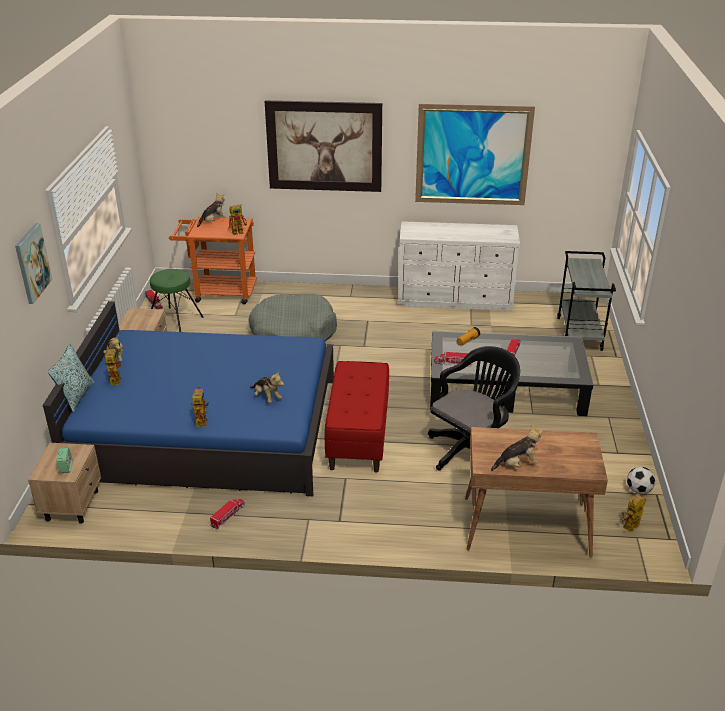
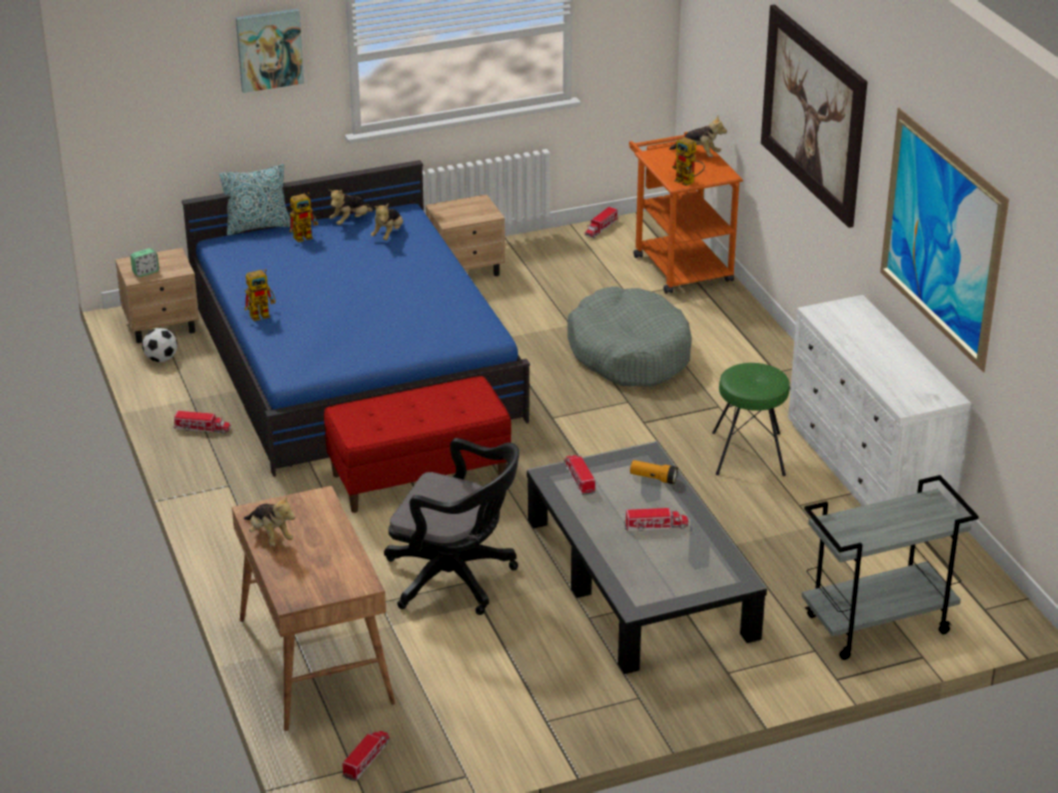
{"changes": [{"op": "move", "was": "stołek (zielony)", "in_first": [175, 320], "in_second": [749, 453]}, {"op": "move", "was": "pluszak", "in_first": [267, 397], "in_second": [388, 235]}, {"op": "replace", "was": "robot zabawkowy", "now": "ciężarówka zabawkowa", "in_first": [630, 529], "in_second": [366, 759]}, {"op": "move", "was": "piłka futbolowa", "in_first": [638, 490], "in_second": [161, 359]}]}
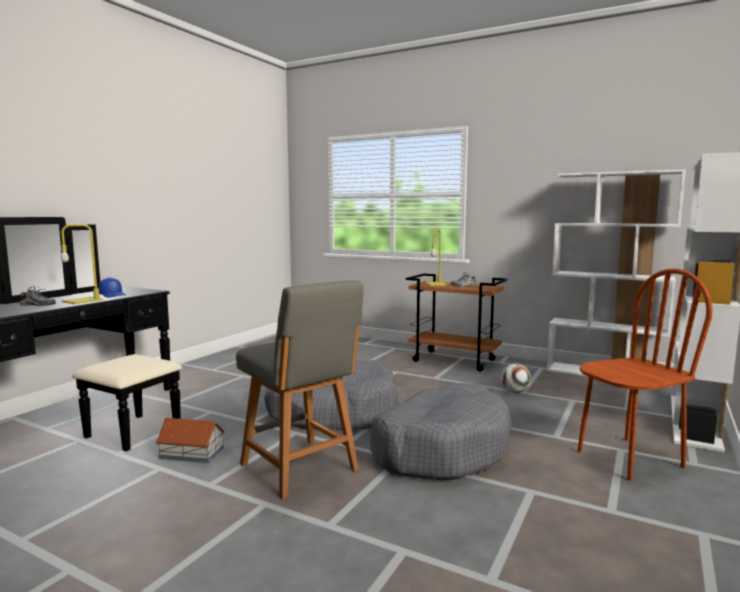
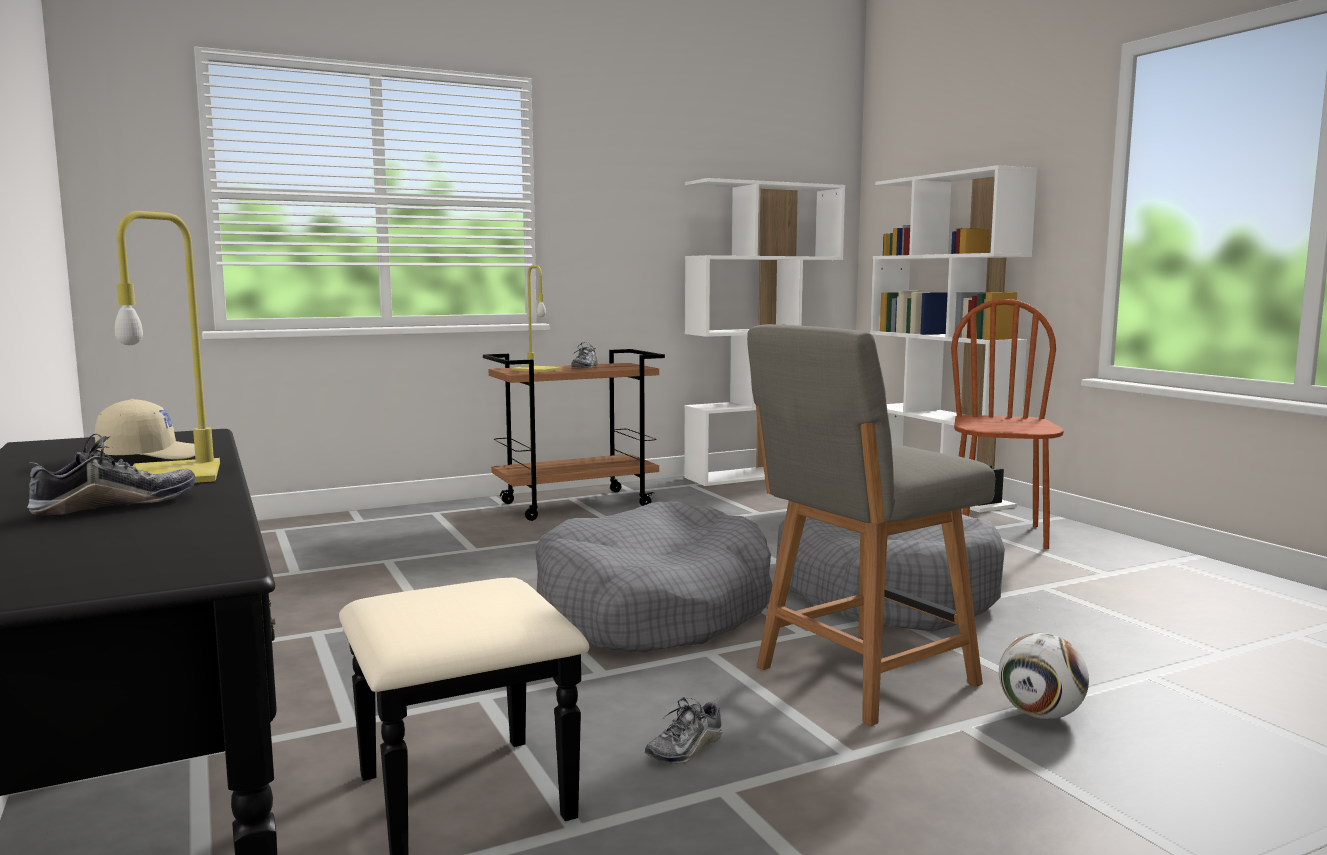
{"changes": [{"op": "recolor", "was": "czapka z daszkiem (niebieski)", "now": "czapka z daszkiem (beżowy)", "in_first": [113, 295], "in_second": [155, 455]}, {"op": "replace", "was": "domek", "now": "but", "in_first": [192, 453], "in_second": [686, 748]}, {"op": "rotate", "was": "krzesło (szary)", "in_first": [301, 469], "in_second": [860, 677], "clockwise": 150}, {"op": "move", "was": "piłka futbolowa", "in_first": [515, 392], "in_second": [1040, 715]}]}
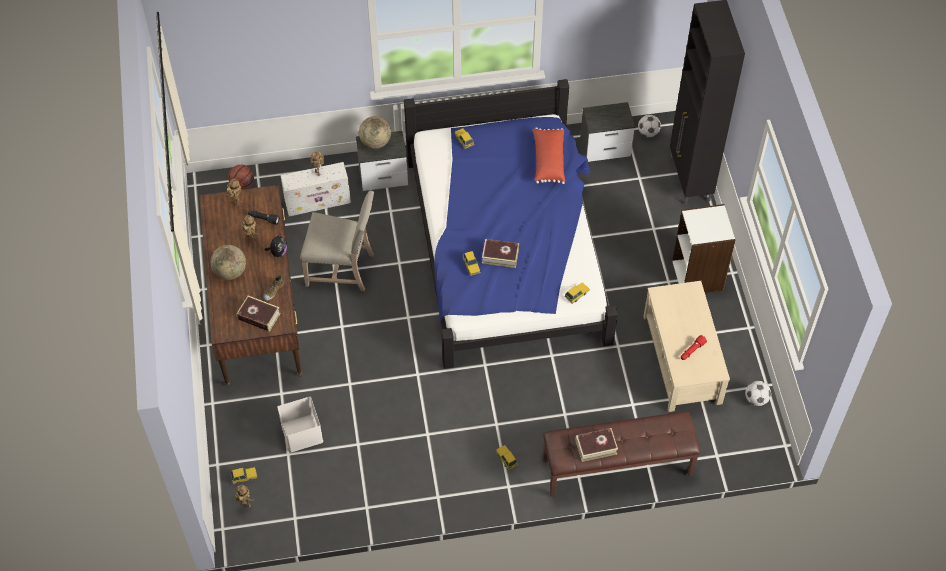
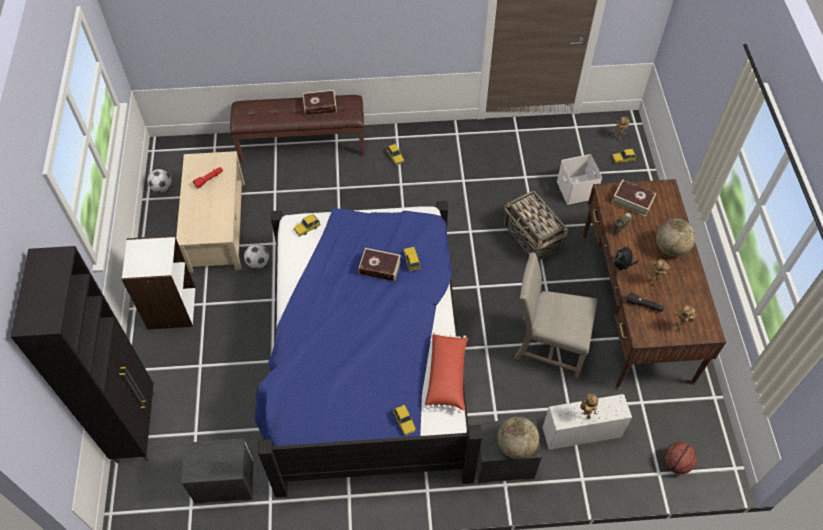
{"changes": [{"op": "move", "was": "poduszka (czerwony)", "in_first": [548, 160], "in_second": [447, 376]}, {"op": "move", "was": "piłka futbolowa", "in_first": [648, 133], "in_second": [258, 263]}, {"op": "insert", "now": "koszyk", "in_second": [532, 238]}]}
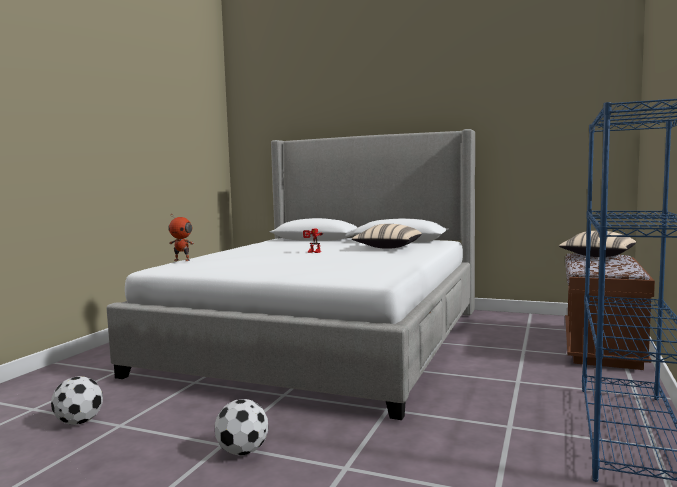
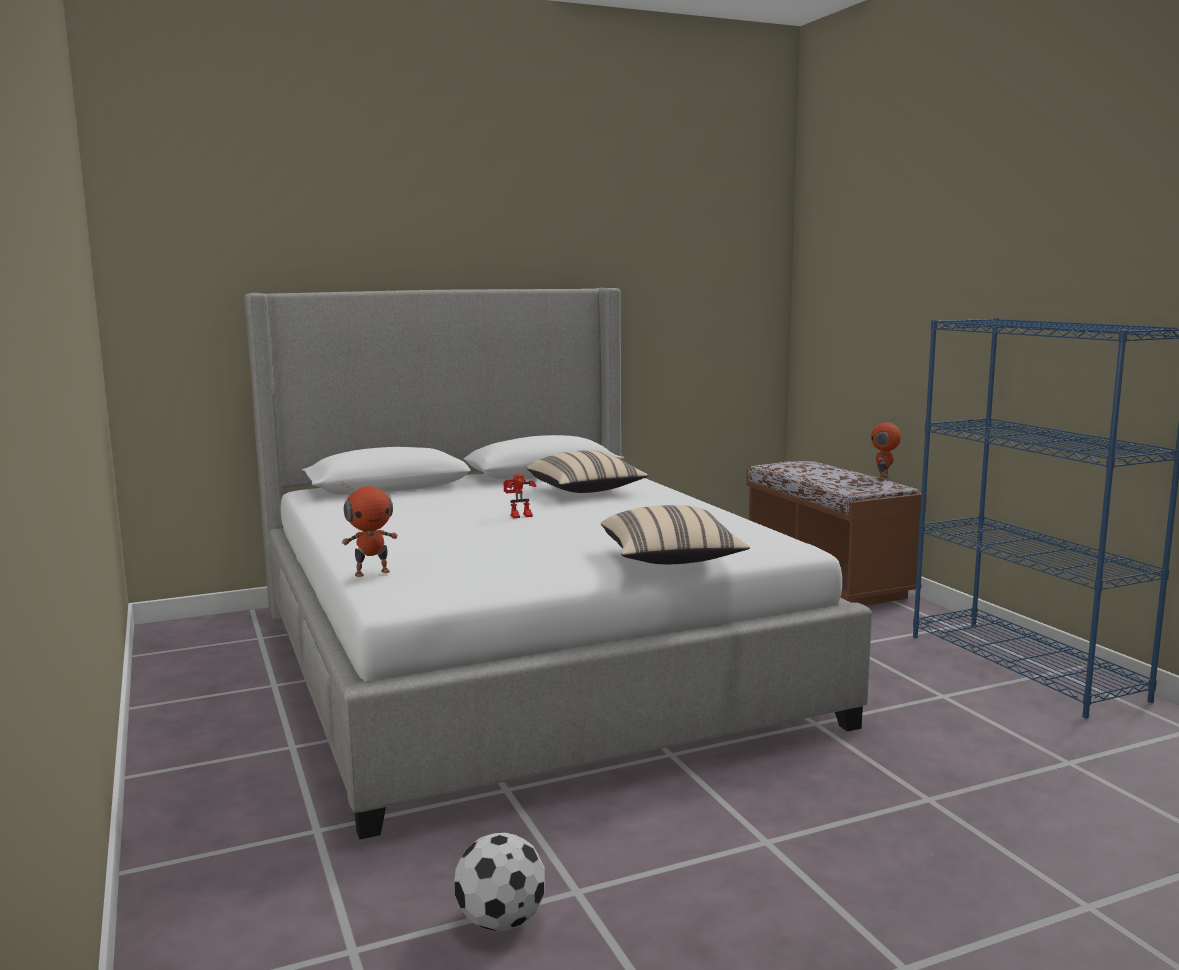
{"changes": [{"op": "delete", "was": "piłka futbolowa", "in_first": [242, 451]}, {"op": "move", "was": "poduszka (beżowy)", "in_first": [597, 256], "in_second": [670, 560]}, {"op": "insert", "now": "robot zabawkowy", "in_second": [884, 478]}]}
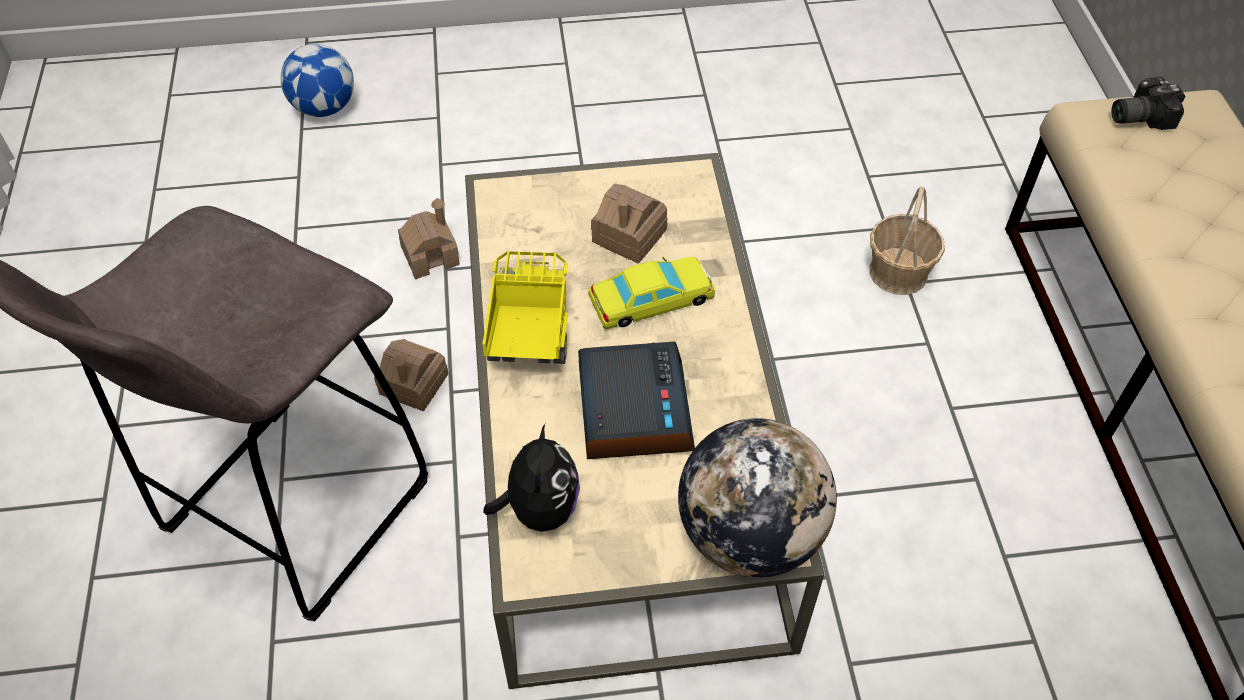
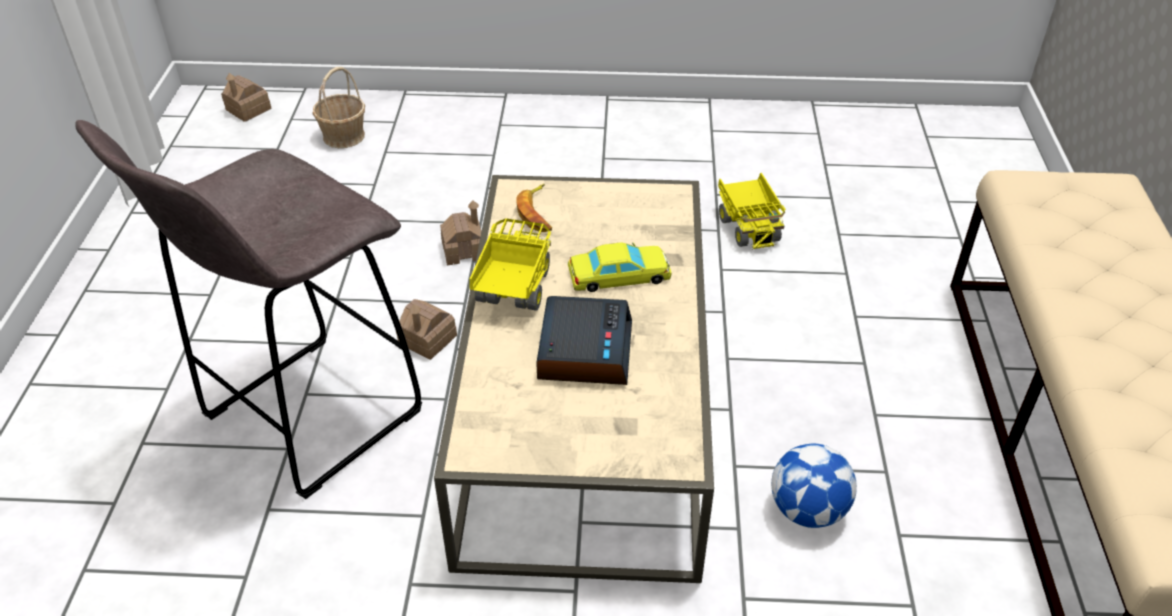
{"changes": [{"op": "move", "was": "piłka futbolowa", "in_first": [324, 108], "in_second": [807, 510]}, {"op": "delete", "was": "pluszak", "in_first": [540, 508]}, {"op": "move", "was": "domek", "in_first": [629, 236], "in_second": [248, 109]}, {"op": "delete", "was": "globus", "in_first": [749, 534]}, {"op": "move", "was": "koszyk", "in_first": [898, 272], "in_second": [343, 136]}, {"op": "delete", "was": "aparat fotograficzny", "in_first": [1137, 115]}, {"op": "insert", "now": "banan", "in_second": [537, 213]}, {"op": "insert", "now": "ciężarówka zabawkowa", "in_second": [749, 226]}]}
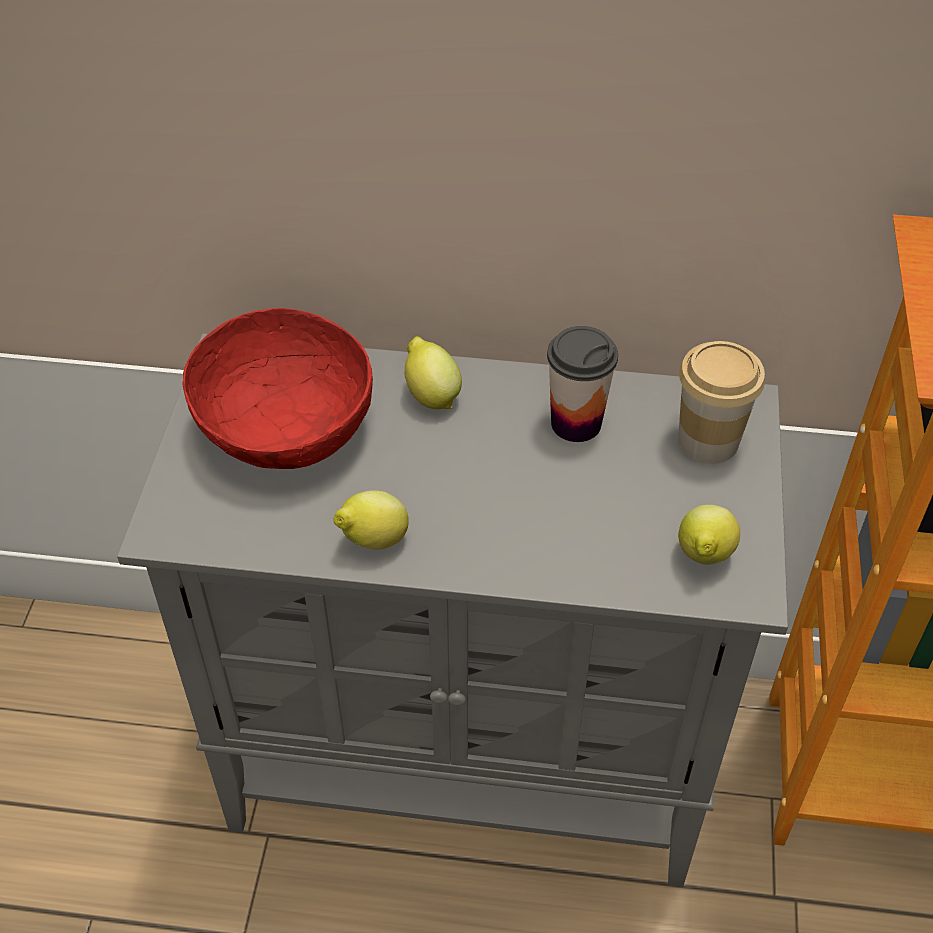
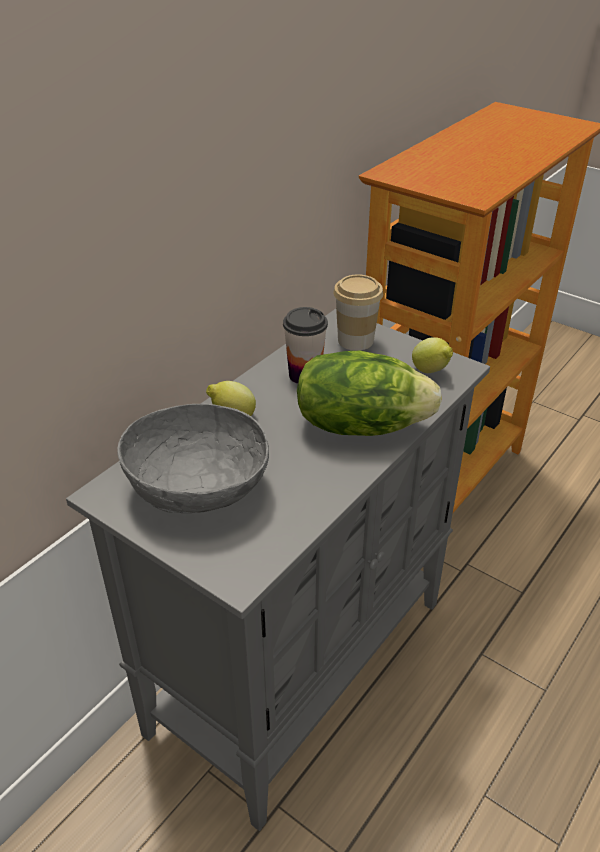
{"changes": [{"op": "recolor", "was": "miska (czerwony)", "now": "miska (szary)", "in_first": [285, 427], "in_second": [199, 487]}, {"op": "delete", "was": "cytryna", "in_first": [372, 541]}, {"op": "insert", "now": "sałata", "in_second": [360, 424]}]}
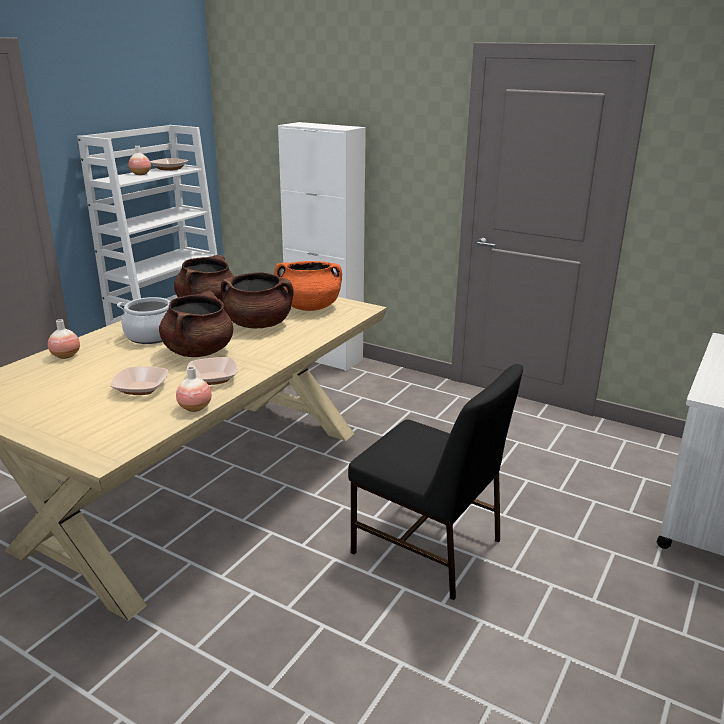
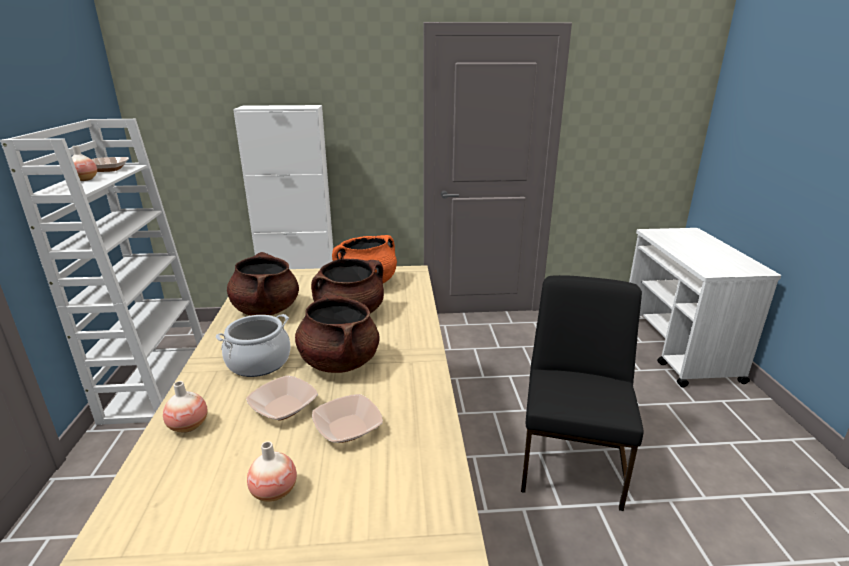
{"changes": [{"op": "move", "was": "wazon", "in_first": [195, 408], "in_second": [274, 492]}, {"op": "move", "was": "miska", "in_first": [213, 378], "in_second": [283, 407]}, {"op": "rotate", "was": "krzesło (czarny)", "in_first": [428, 548], "in_second": [571, 460], "clockwise": -75}]}
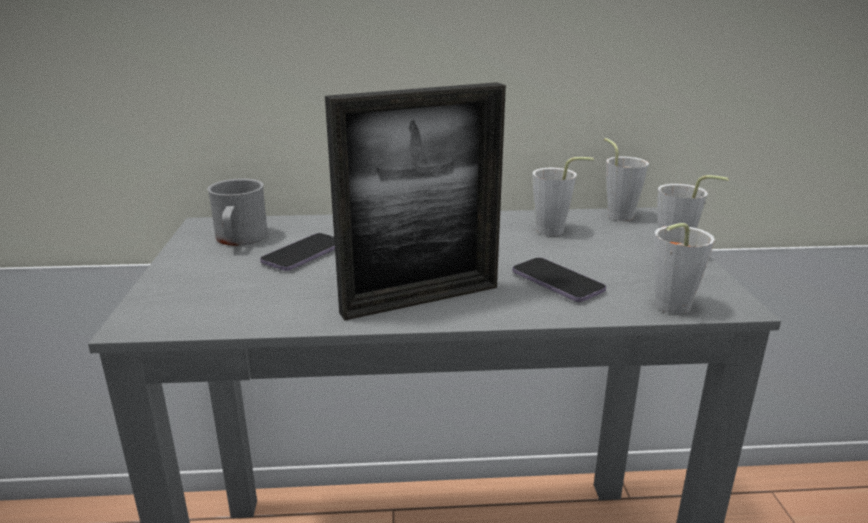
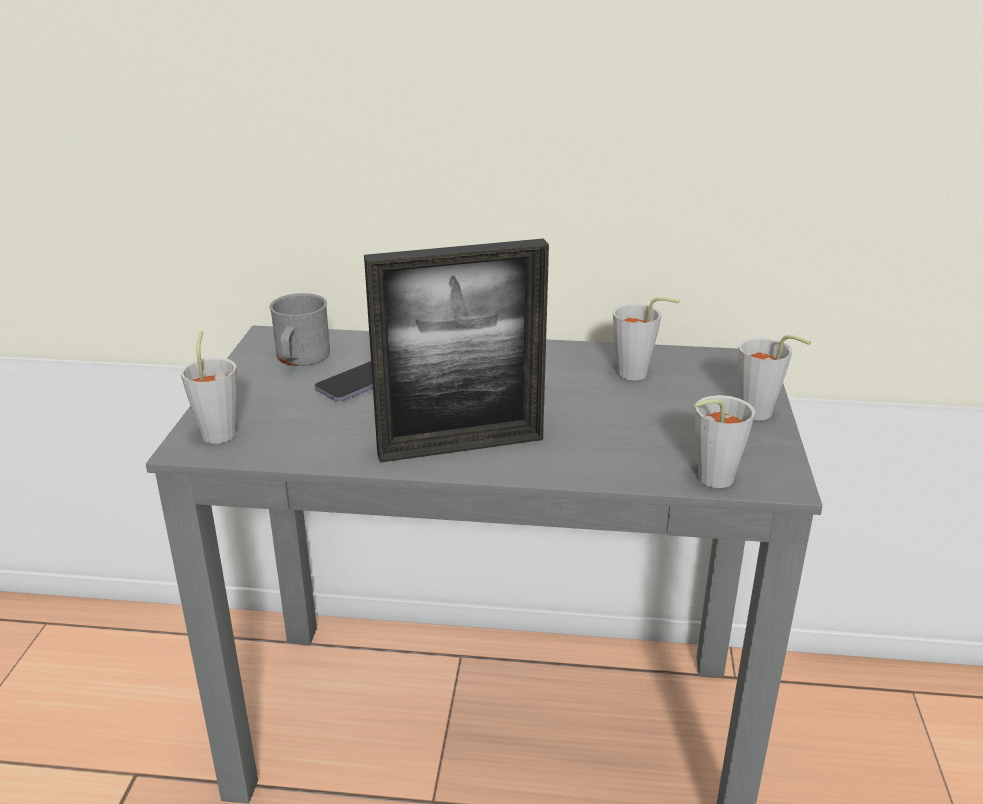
{"changes": [{"op": "delete", "was": "telefon", "in_first": [557, 282]}, {"op": "move", "was": "filiżanka (szary)", "in_first": [617, 214], "in_second": [220, 430]}]}
